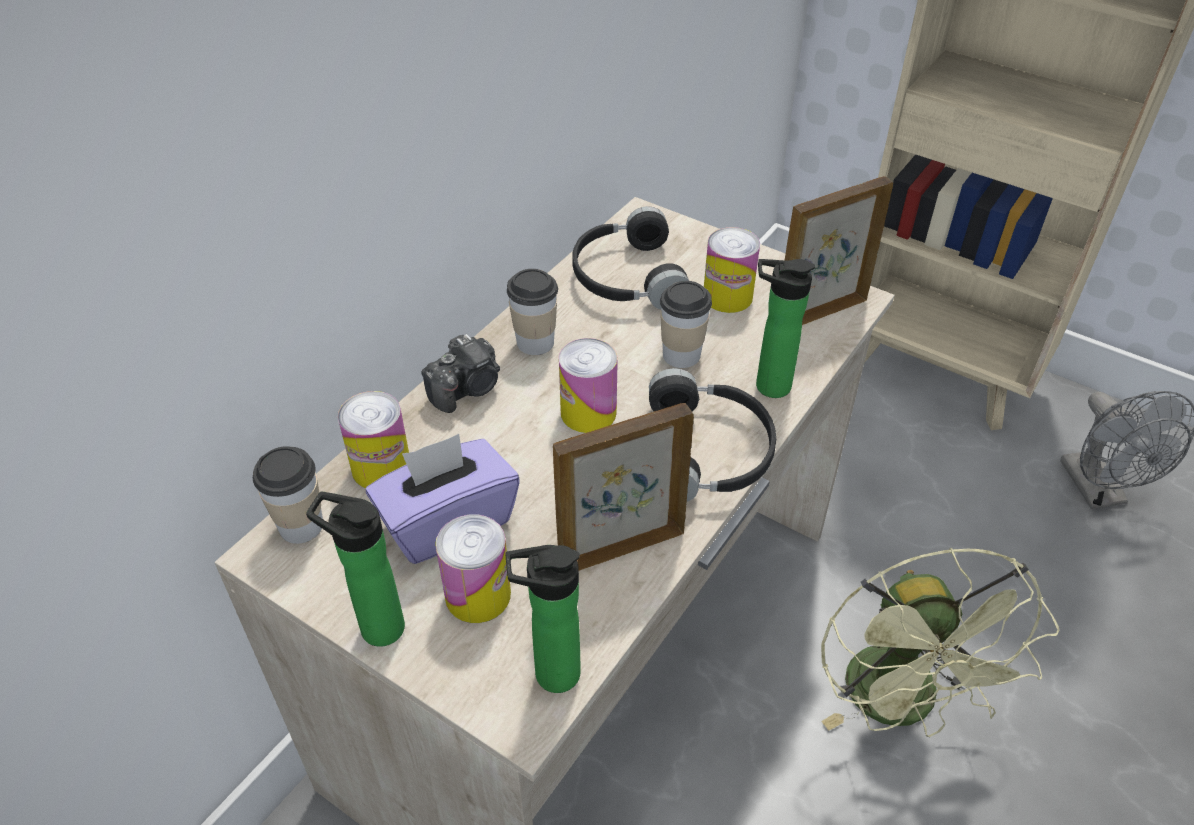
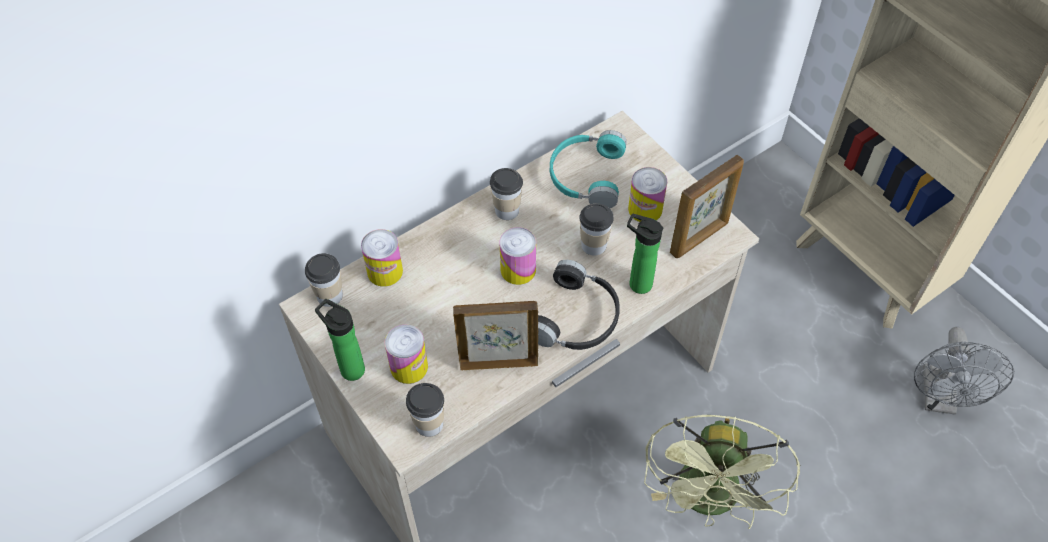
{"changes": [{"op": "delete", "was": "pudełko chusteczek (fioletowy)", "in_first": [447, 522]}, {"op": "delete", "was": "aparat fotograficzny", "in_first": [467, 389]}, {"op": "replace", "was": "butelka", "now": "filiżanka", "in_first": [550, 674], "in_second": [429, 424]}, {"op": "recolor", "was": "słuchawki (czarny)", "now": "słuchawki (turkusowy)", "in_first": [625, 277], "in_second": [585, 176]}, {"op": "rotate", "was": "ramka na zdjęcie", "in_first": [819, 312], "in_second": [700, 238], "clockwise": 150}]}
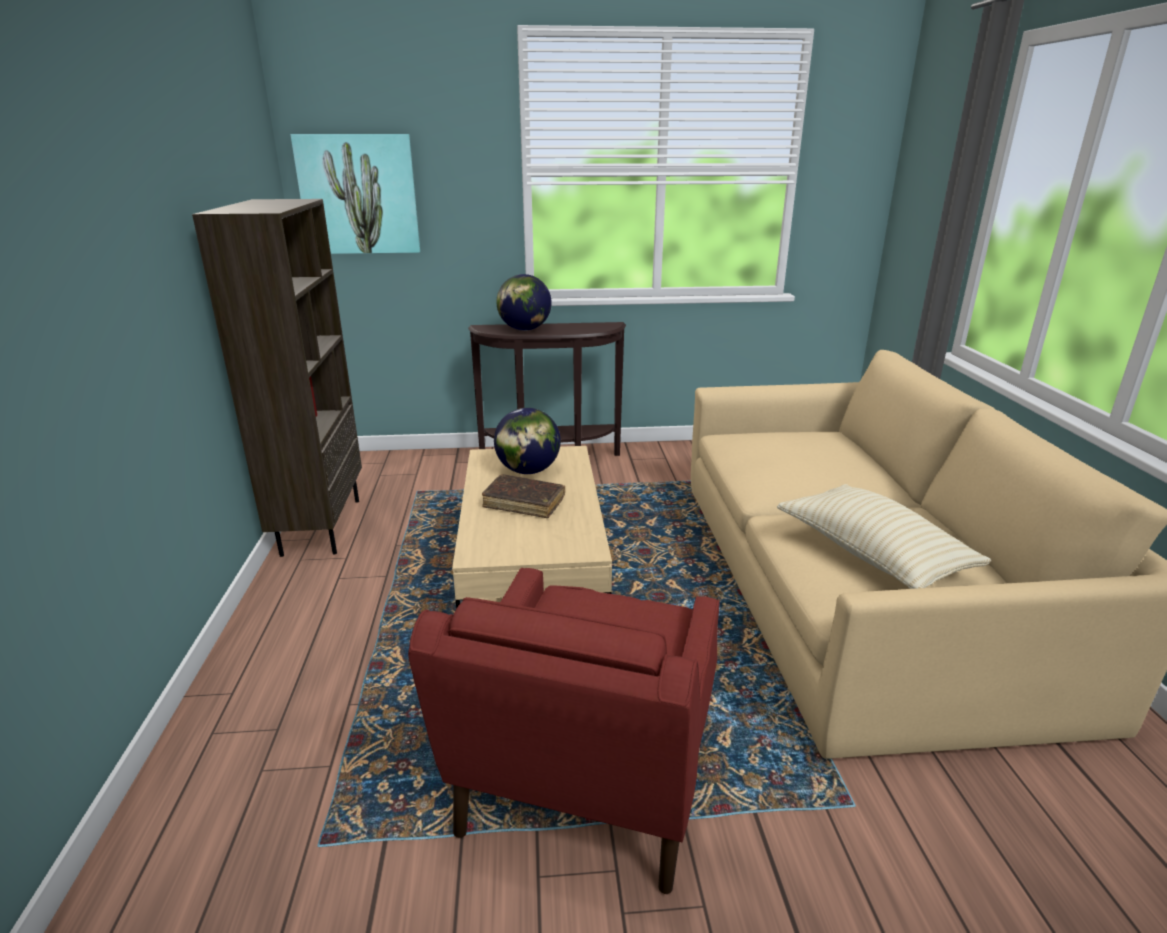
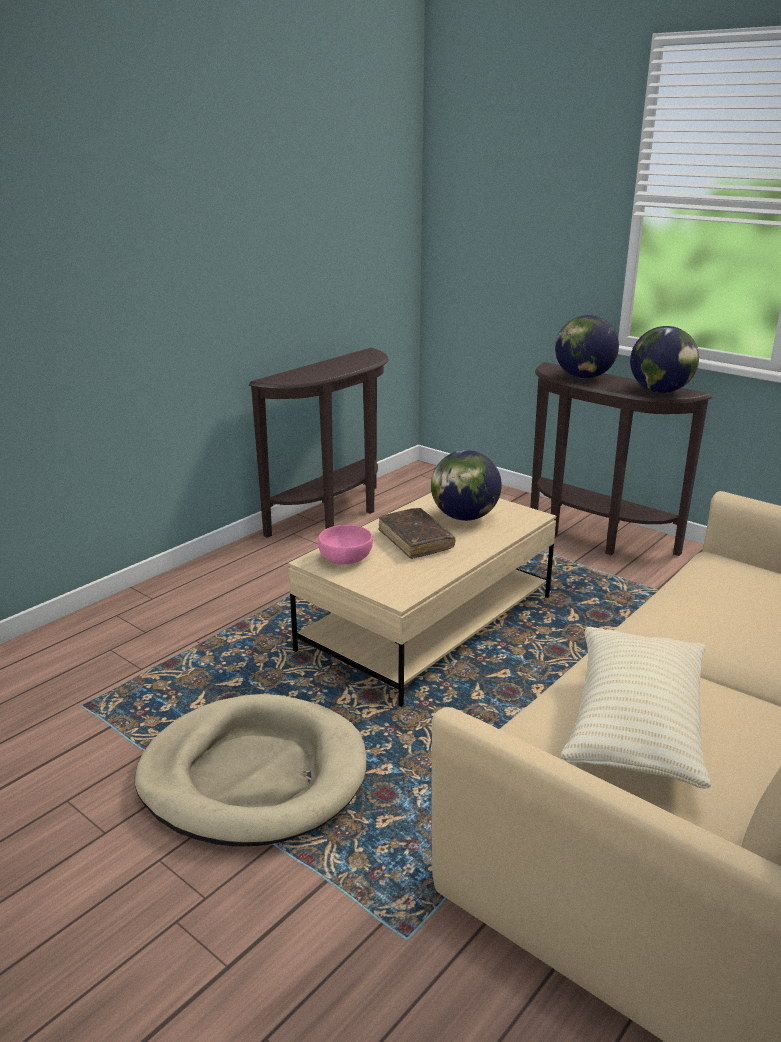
{"changes": [{"op": "replace", "was": "regał (brązowy)", "now": "stolik konsolowy (brązowy)", "in_first": [320, 526], "in_second": [336, 515]}, {"op": "delete", "was": "obraz", "in_first": [358, 195]}, {"op": "replace", "was": "fotel (czerwony)", "now": "legowisko (beżowy)", "in_first": [586, 780], "in_second": [253, 775]}, {"op": "insert", "now": "miska (różowy)", "in_second": [346, 558]}, {"op": "insert", "now": "globus", "in_second": [659, 391]}]}
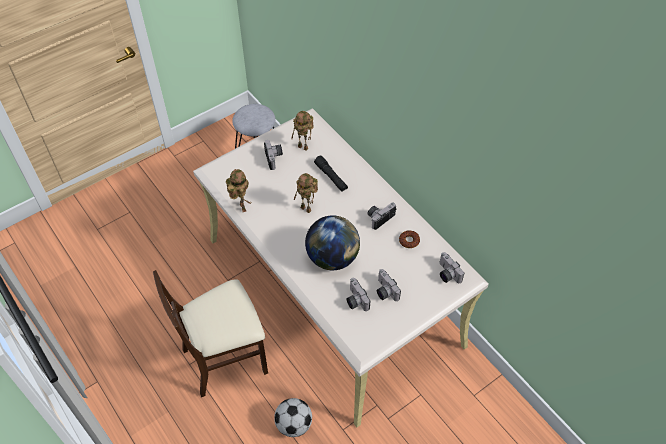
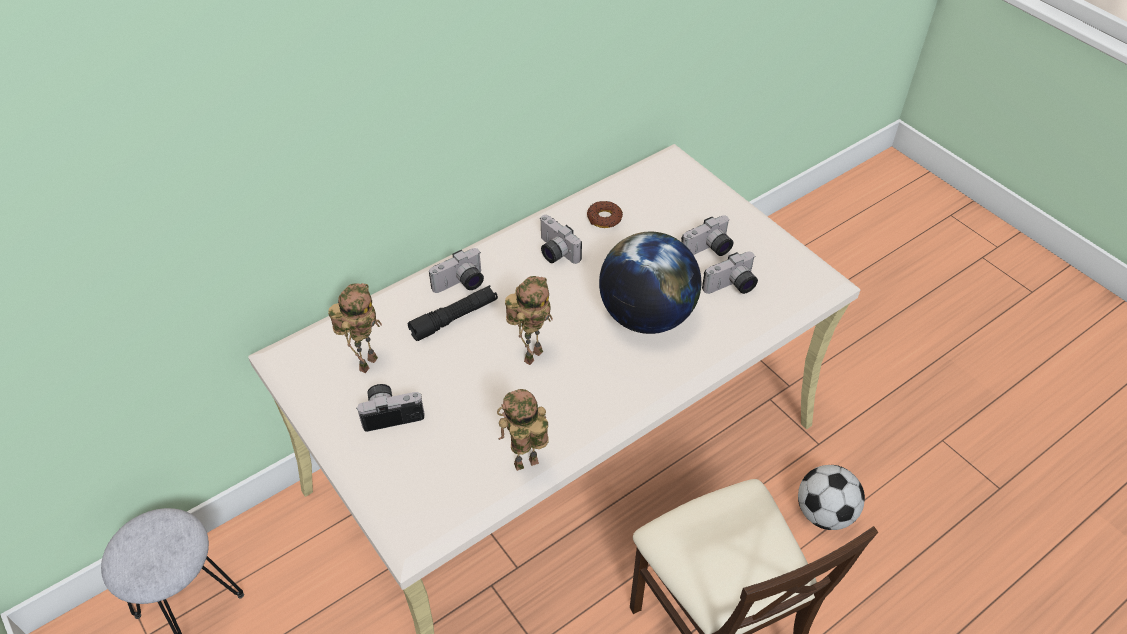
{"changes": [{"op": "move", "was": "aparat fotograficzny", "in_first": [446, 274], "in_second": [461, 284]}]}
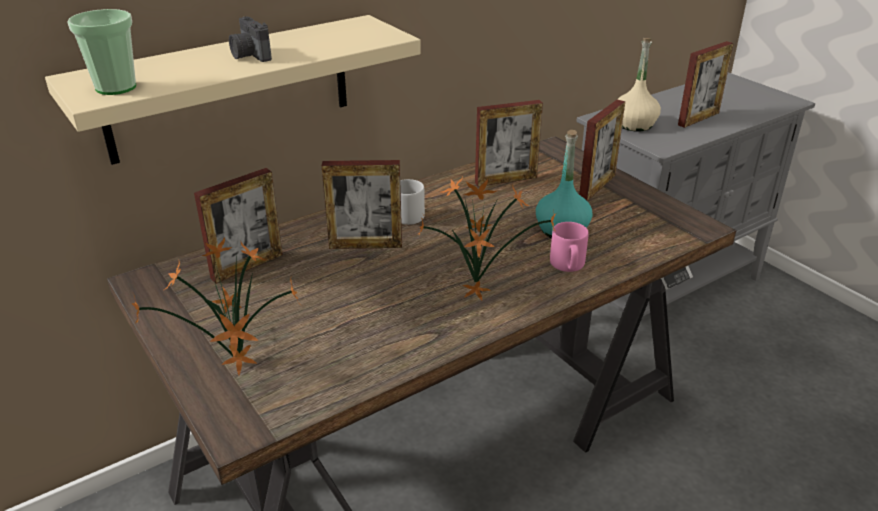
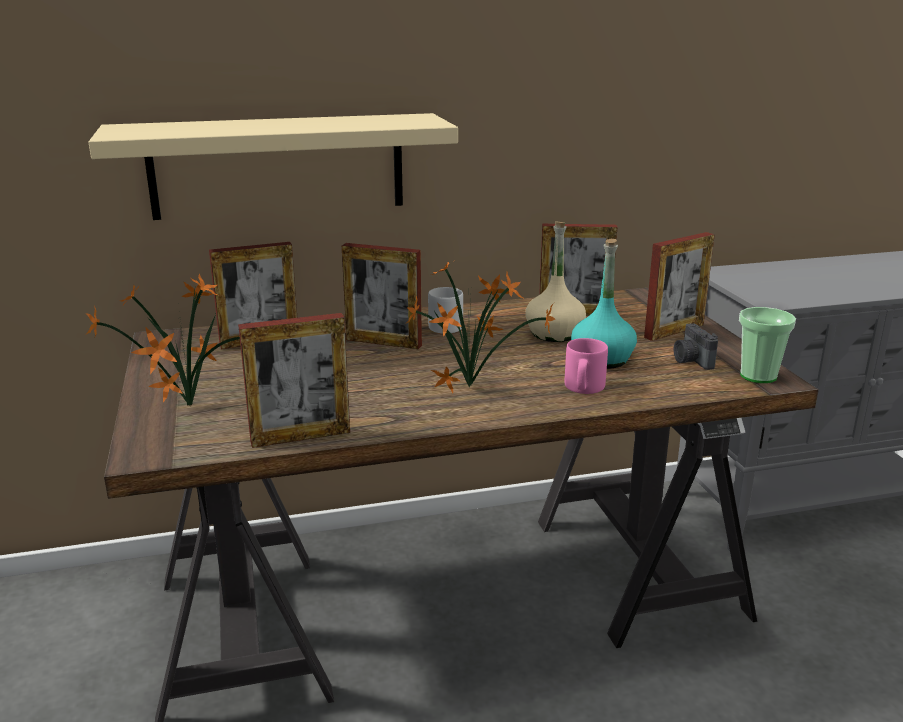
{"changes": [{"op": "move", "was": "filiżanka", "in_first": [116, 87], "in_second": [758, 376]}, {"op": "move", "was": "aparat fotograficzny", "in_first": [249, 55], "in_second": [691, 360]}, {"op": "move", "was": "butelka (beżowy)", "in_first": [634, 124], "in_second": [554, 334]}, {"op": "move", "was": "ramka na zdjęcie", "in_first": [698, 119], "in_second": [300, 437]}]}
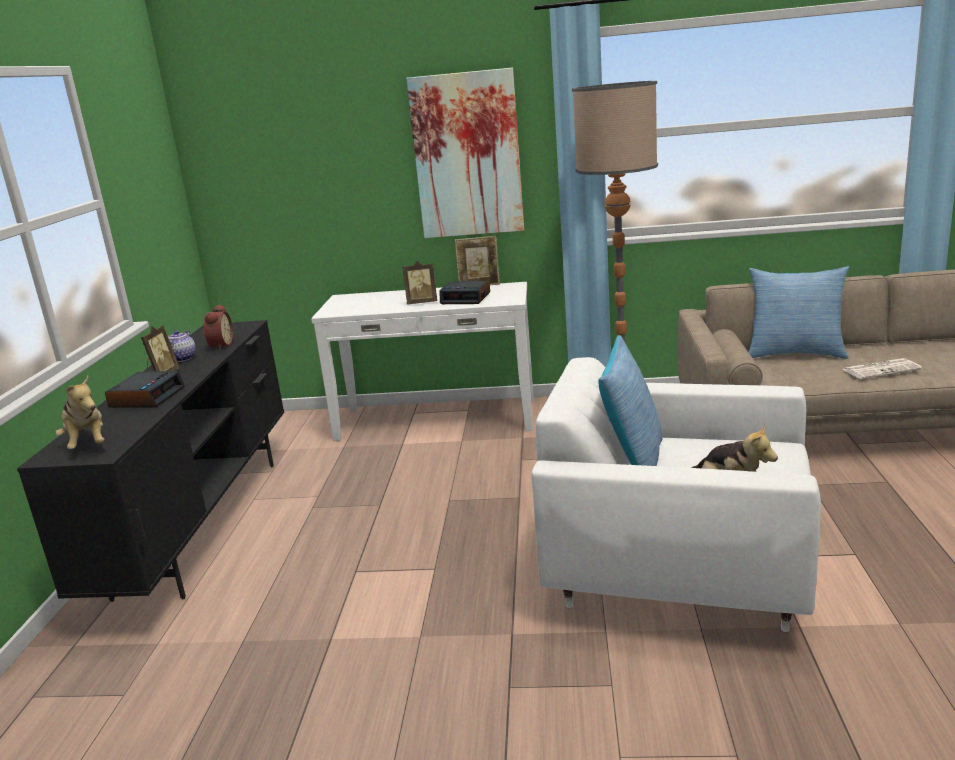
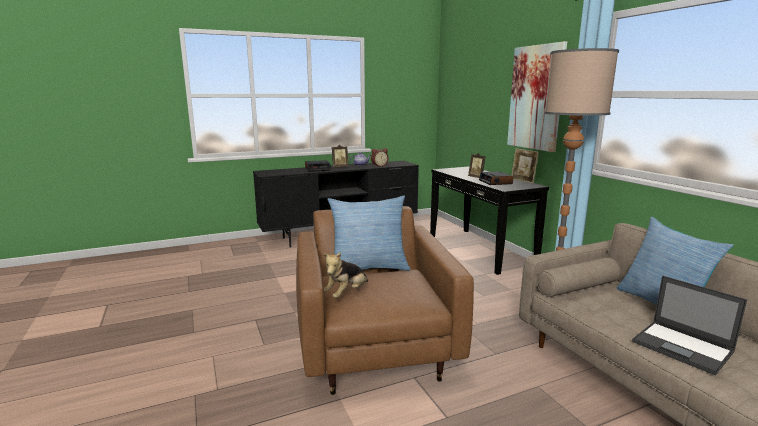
{"changes": [{"op": "delete", "was": "pluszak", "in_first": [88, 444]}, {"op": "recolor", "was": "stolik konsolowy (biały)", "now": "stolik konsolowy (czarny)", "in_first": [436, 419], "in_second": [480, 249]}, {"op": "recolor", "was": "fotel (biały)", "now": "fotel (brązowy)", "in_first": [678, 572], "in_second": [374, 347]}, {"op": "replace", "was": "gazeta", "now": "laptop", "in_first": [881, 369], "in_second": [683, 347]}]}
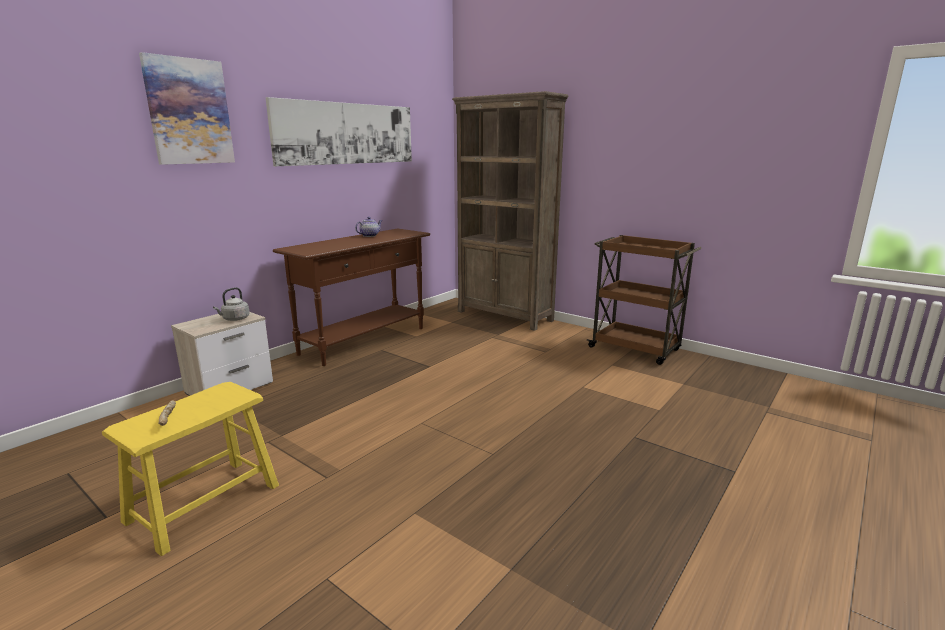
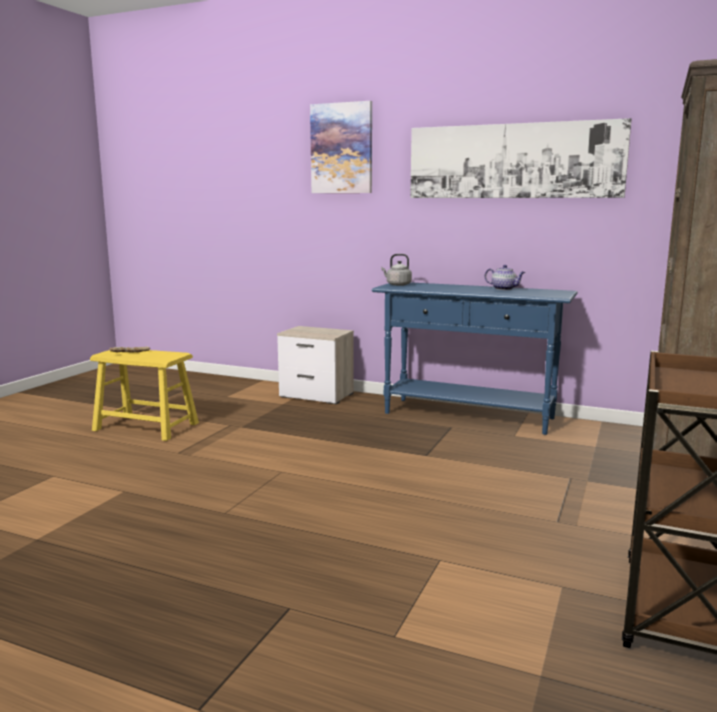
{"changes": [{"op": "move", "was": "czajnik (szary)", "in_first": [234, 319], "in_second": [397, 285]}, {"op": "recolor", "was": "stolik konsolowy (brązowy)", "now": "stolik konsolowy (niebieski)", "in_first": [364, 341], "in_second": [469, 416]}]}
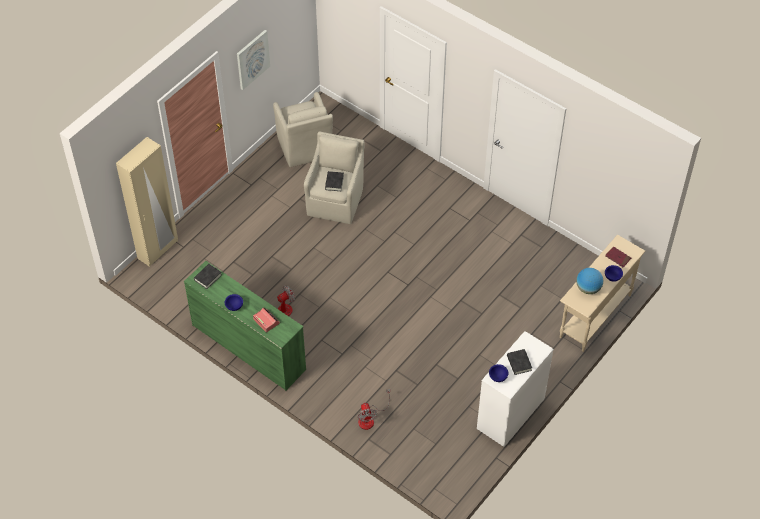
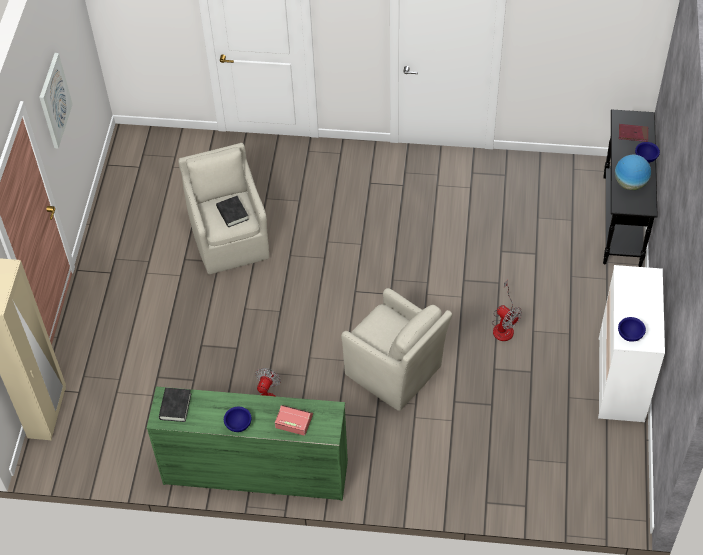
{"changes": [{"op": "move", "was": "fotel (beżowy)", "in_first": [304, 147], "in_second": [395, 372]}, {"op": "move", "was": "wentylator", "in_first": [370, 418], "in_second": [503, 325]}, {"op": "delete", "was": "książka (czarny)", "in_first": [519, 363]}, {"op": "recolor", "was": "stolik konsolowy (beżowy)", "now": "stolik konsolowy (czarny)", "in_first": [595, 316], "in_second": [621, 221]}]}
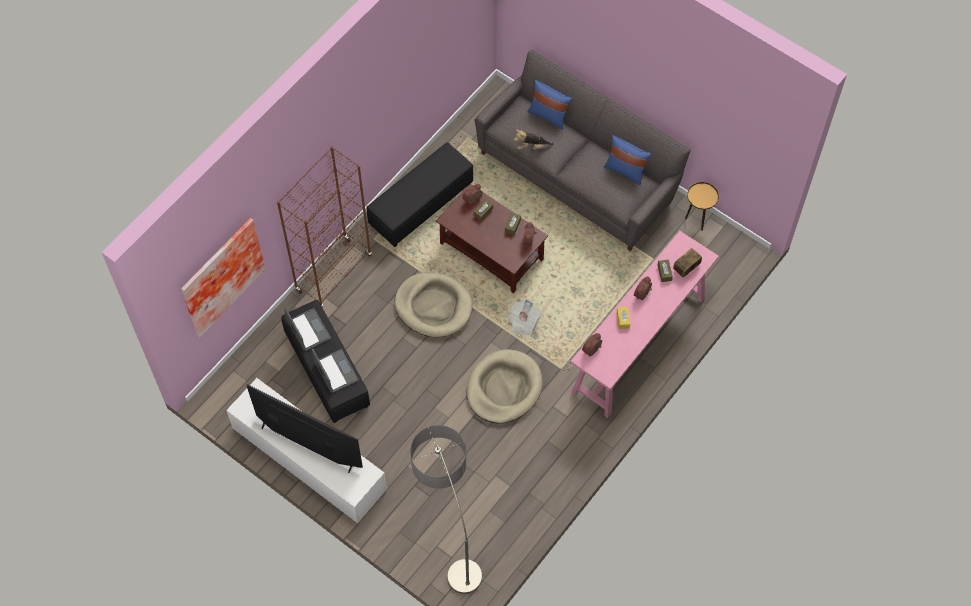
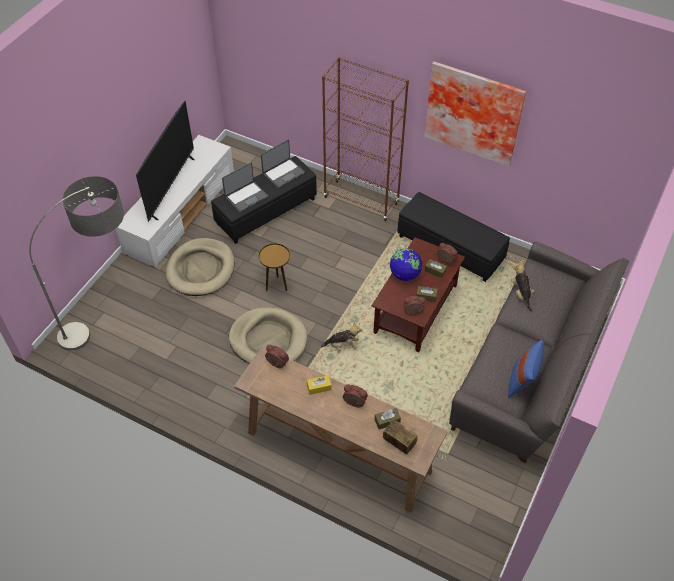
{"changes": [{"op": "move", "was": "obraz", "in_first": [220, 275], "in_second": [474, 112]}, {"op": "move", "was": "legowisko (beżowy)", "in_first": [433, 306], "in_second": [201, 269]}, {"op": "replace", "was": "gazeta", "now": "pluszak", "in_first": [523, 323], "in_second": [342, 345]}, {"op": "delete", "was": "poduszka (niebieski)", "in_first": [548, 115]}, {"op": "recolor", "was": "stolik konsolowy (różowy)", "now": "stolik konsolowy (brązowy)", "in_first": [638, 345], "in_second": [337, 451]}, {"op": "move", "was": "stolik (brązowy)", "in_first": [697, 220], "in_second": [276, 286]}, {"op": "insert", "now": "globus", "in_second": [404, 274]}]}
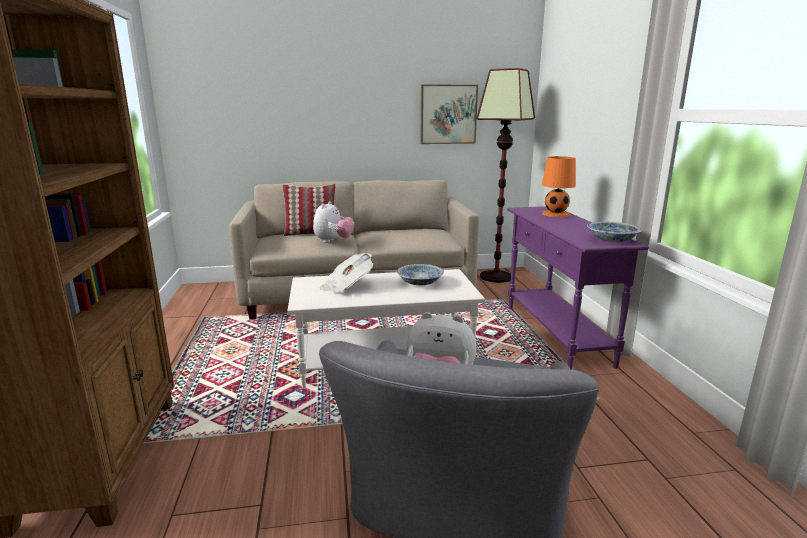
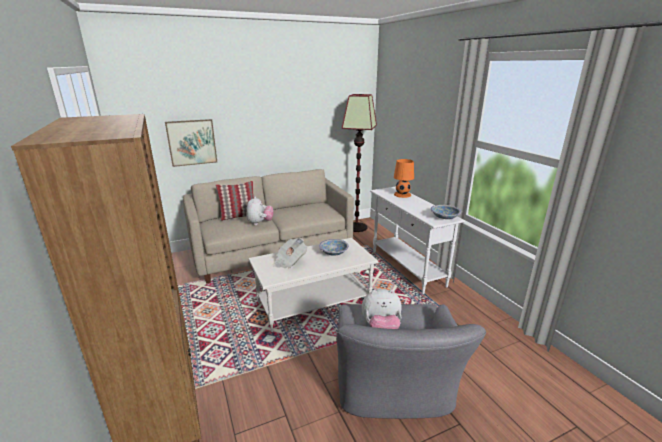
{"changes": [{"op": "move", "was": "obraz", "in_first": [448, 114], "in_second": [192, 142]}, {"op": "recolor", "was": "stolik konsolowy (fioletowy)", "now": "stolik konsolowy (biały)", "in_first": [556, 335], "in_second": [407, 268]}]}
